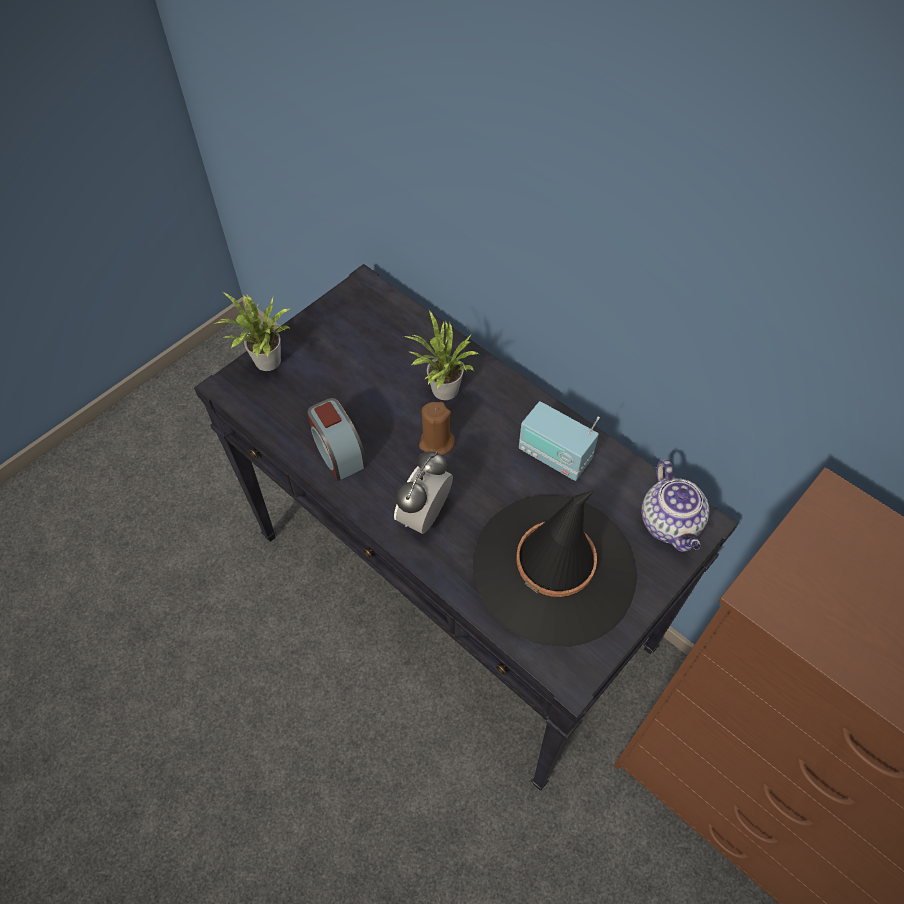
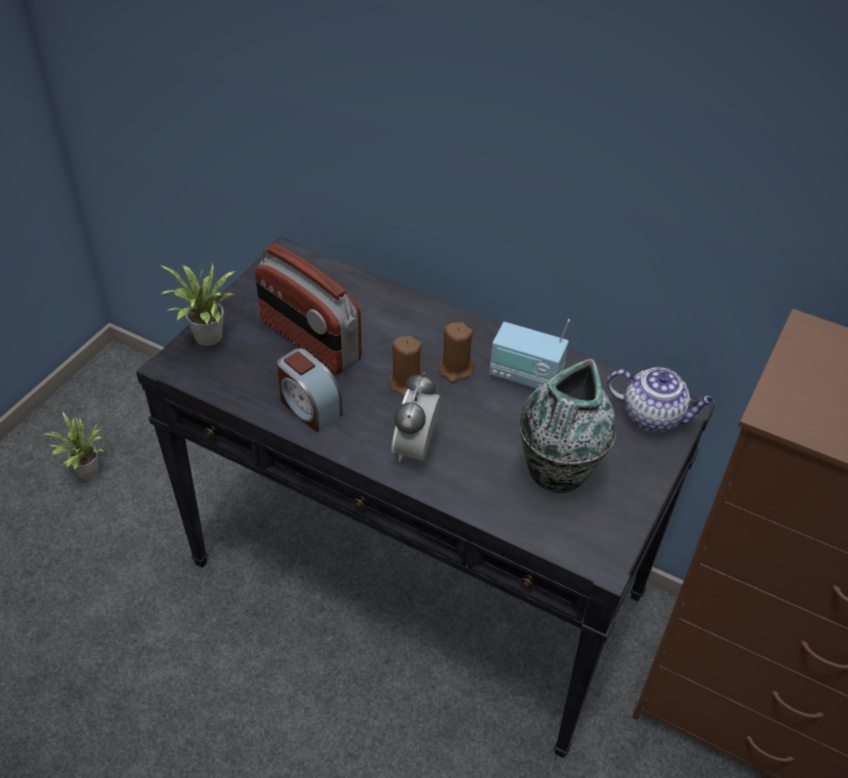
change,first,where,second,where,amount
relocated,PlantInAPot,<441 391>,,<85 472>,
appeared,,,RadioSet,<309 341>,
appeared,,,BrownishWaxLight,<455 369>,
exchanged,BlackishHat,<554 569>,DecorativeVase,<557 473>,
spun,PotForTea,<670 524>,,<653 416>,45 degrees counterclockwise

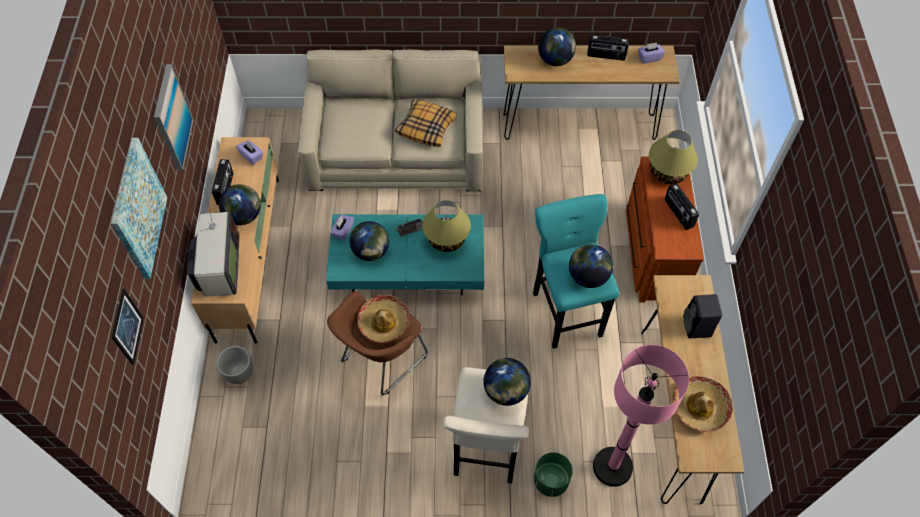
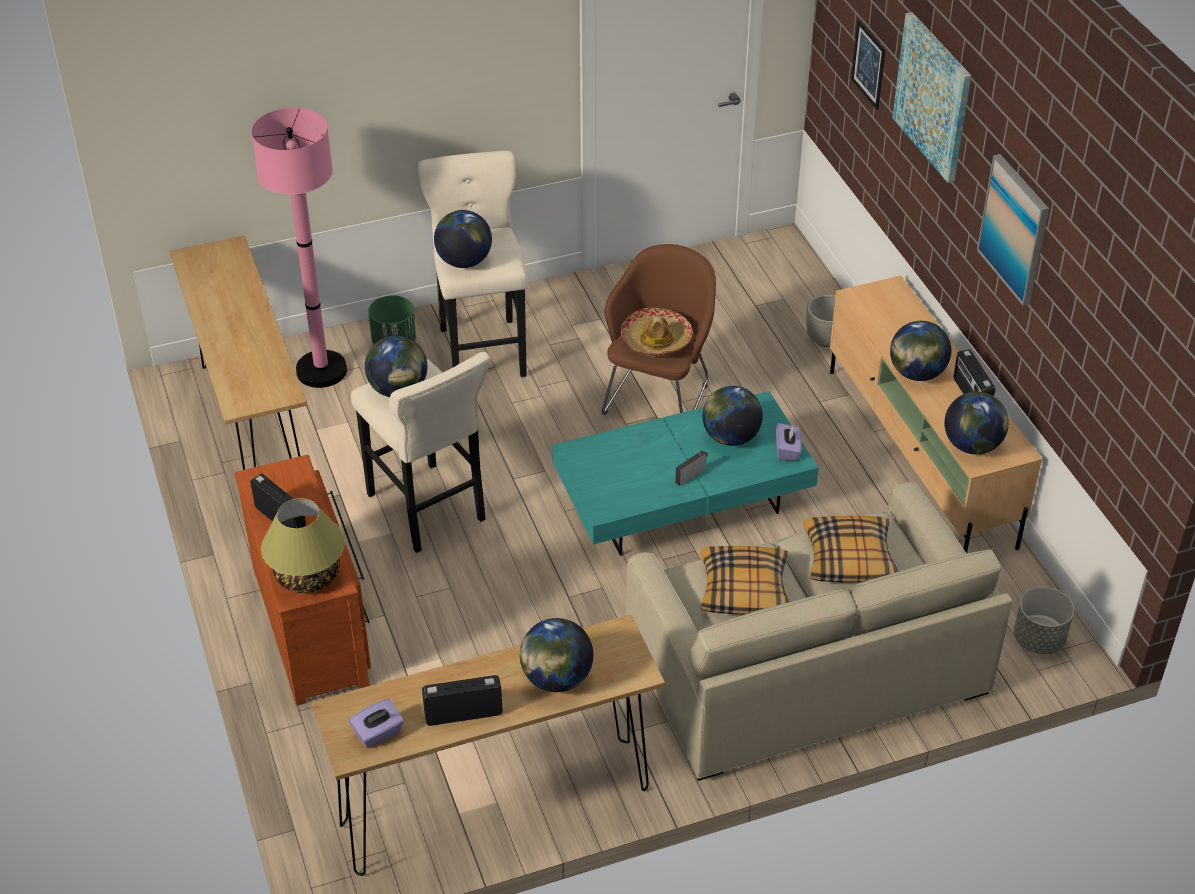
change,first,where,second,where,amount
colour,TurquoiseSittingStool,<566 310>,BeigeColouredSittingStool,<428 511>,
appeared,,,Pillow,<849 559>,
exchanged,PurpleBoxOfTissues,<251 156>,DeskGlobe,<972 445>,
appeared,,,GreyPlantPot,<1039 639>,
missing,Television,<219 269>,,,
missing,LampForATable,<446 239>,,,
missing,Hat,<700 407>,,,
missing,BlackishAudioSpeaker,<697 327>,,,

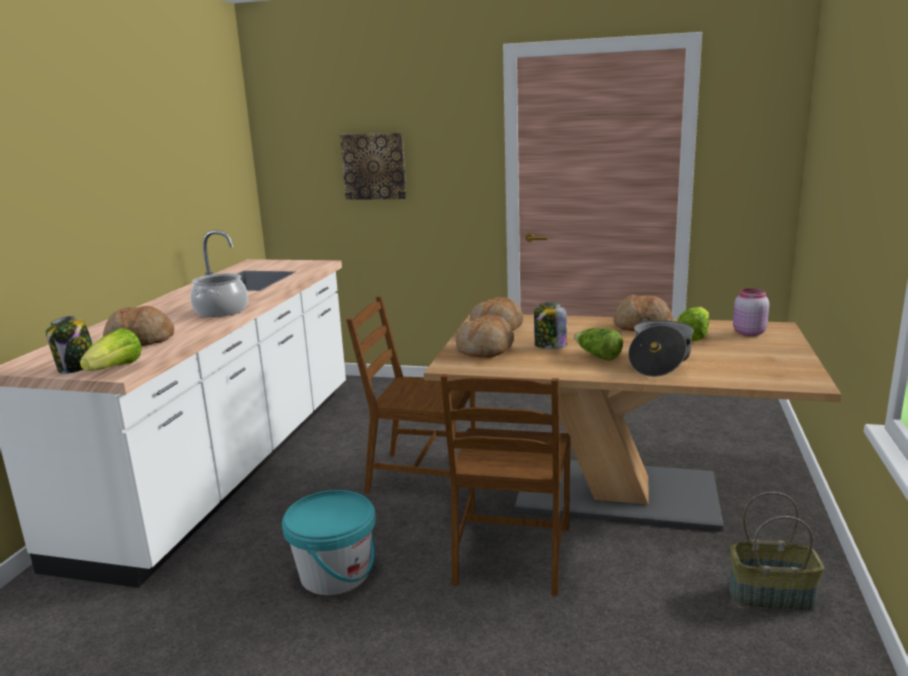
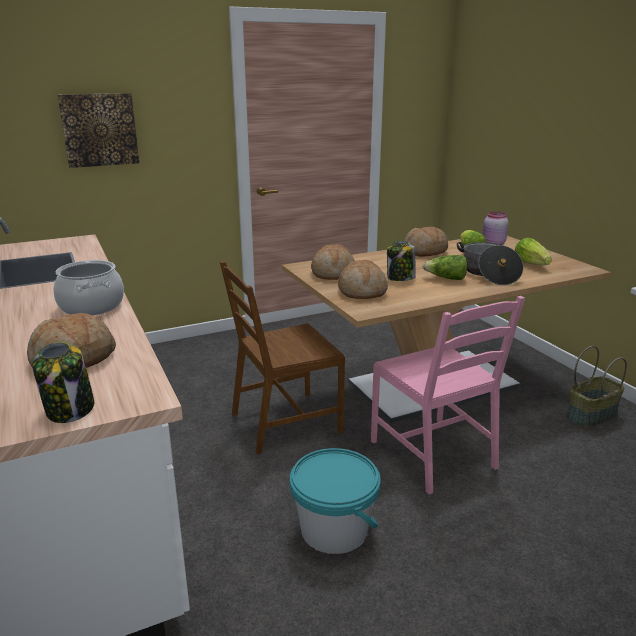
change,first,where,second,where,amount
colour,BrownishPlainChair,<512 555>,PinkPlainChair,<434 454>,
relocated,HeadOfLettuce,<116 368>,,<531 264>,

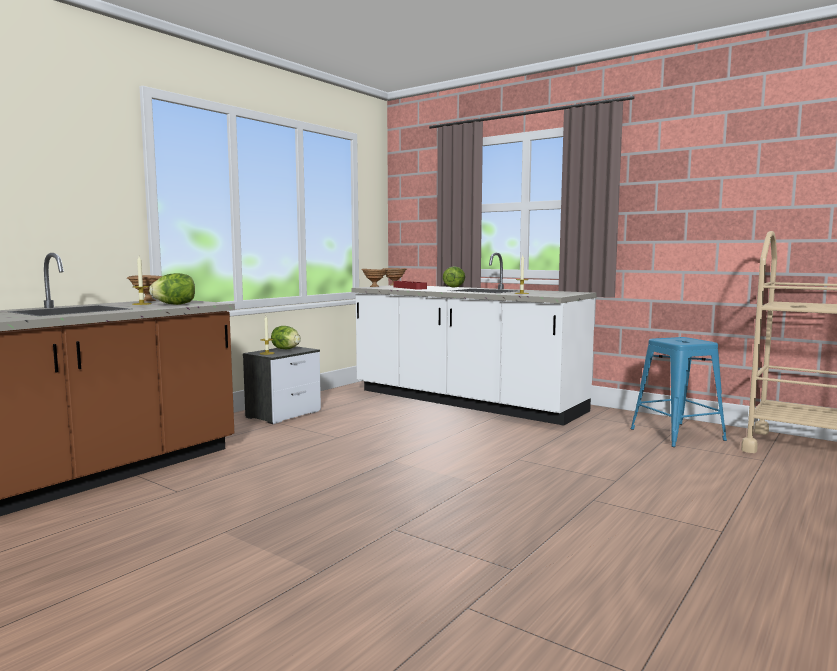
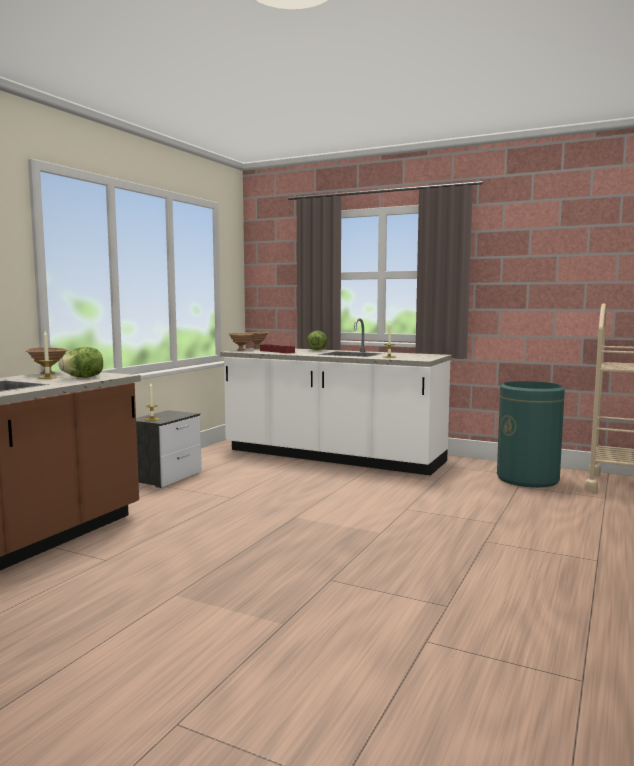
change,first,where,second,where,amount
exchanged,BlueColouredSittingStool,<676 434>,GreenColouredWasteBin,<528 479>,
missing,HeadOfLettuce,<286 349>,,,

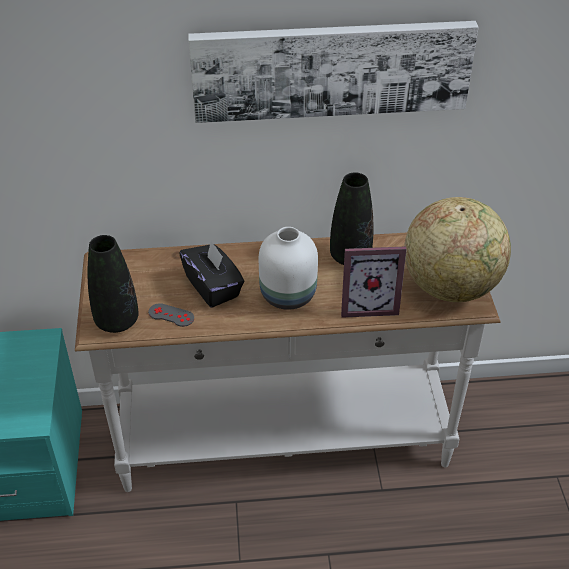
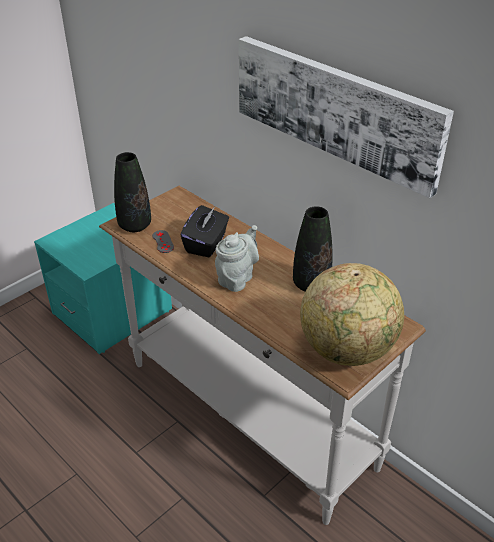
change,first,where,second,where,amount
exchanged,WhiteDecorativeVase,<288 296>,GreyPotForTea,<237 278>,
missing,PhotoFrame,<368 304>,,,

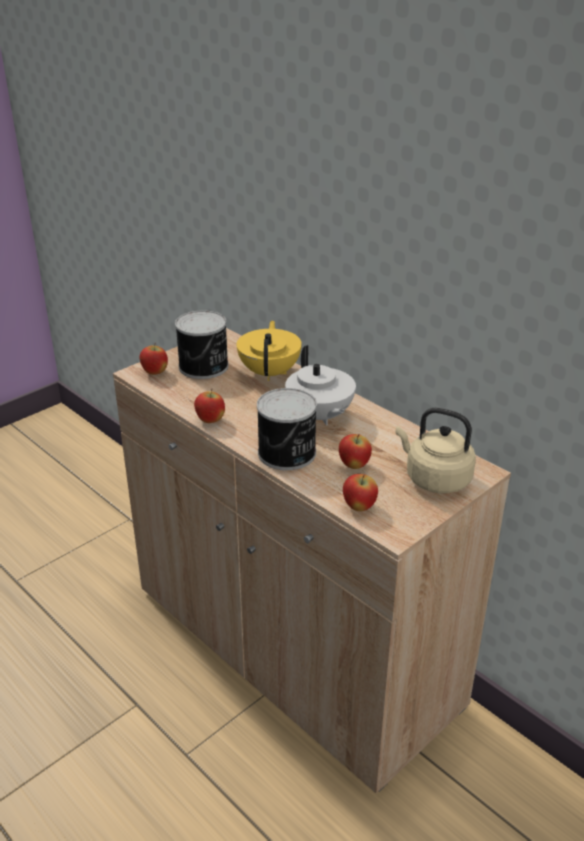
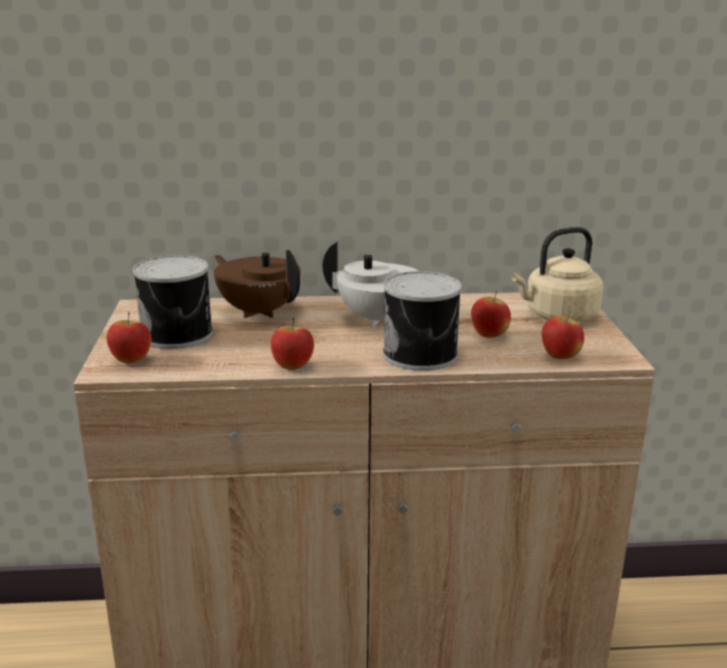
change,first,where,second,where,amount
colour,YellowColouredPotForTea,<270 372>,BrownishPotForTea,<259 311>,

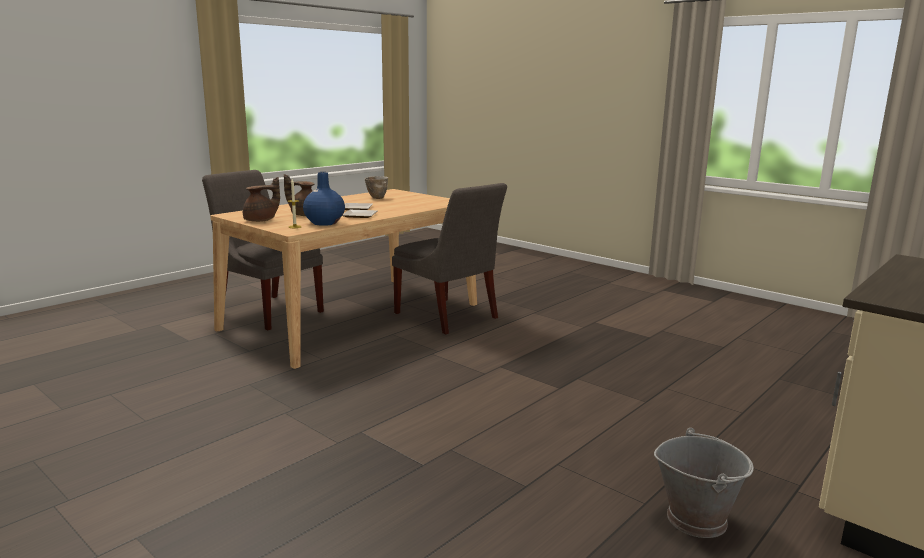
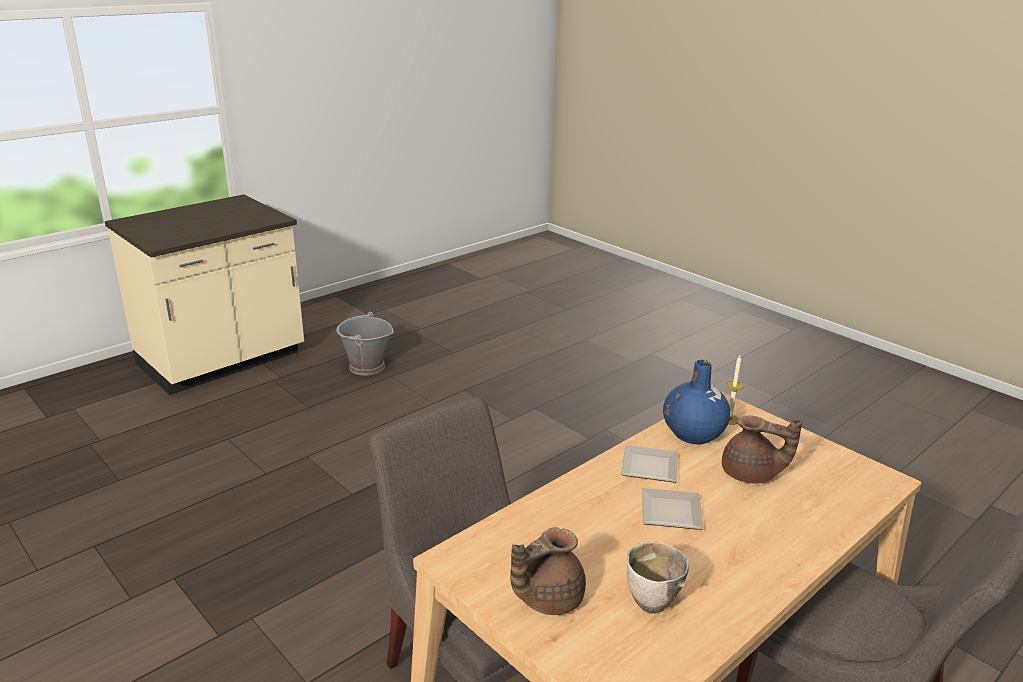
change,first,where,second,where,amount
relocated,BrownishPotForTea,<261 220>,,<547 598>,

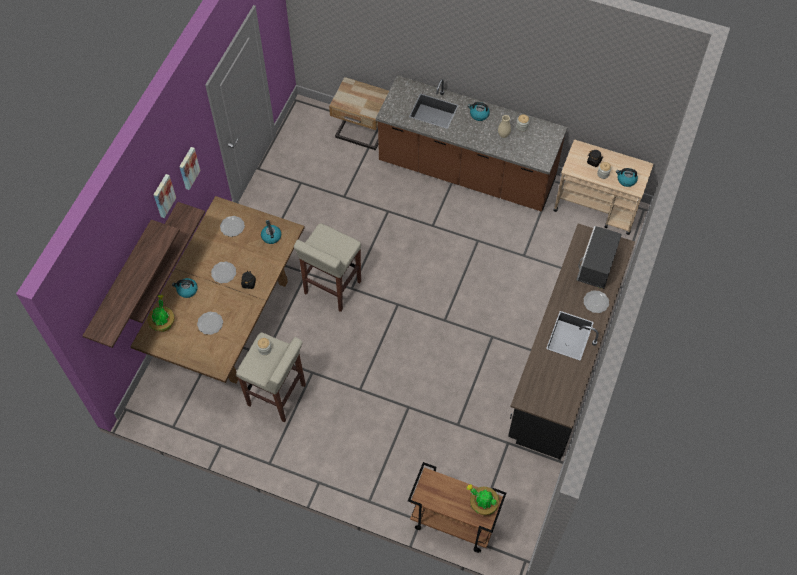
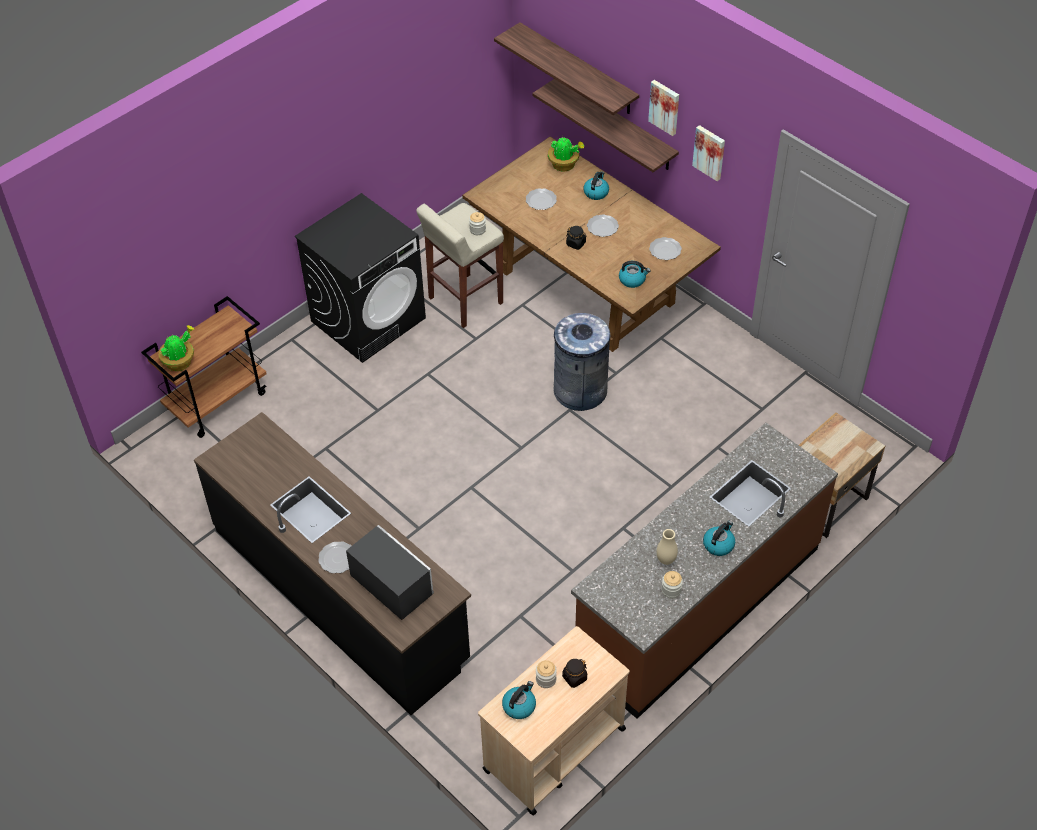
change,first,where,second,where,amount
appeared,,,BlackishLaundryMachine,<368 319>,
exchanged,BeigeColouredSittingStool,<332 288>,GreyWasteBin,<580 391>,

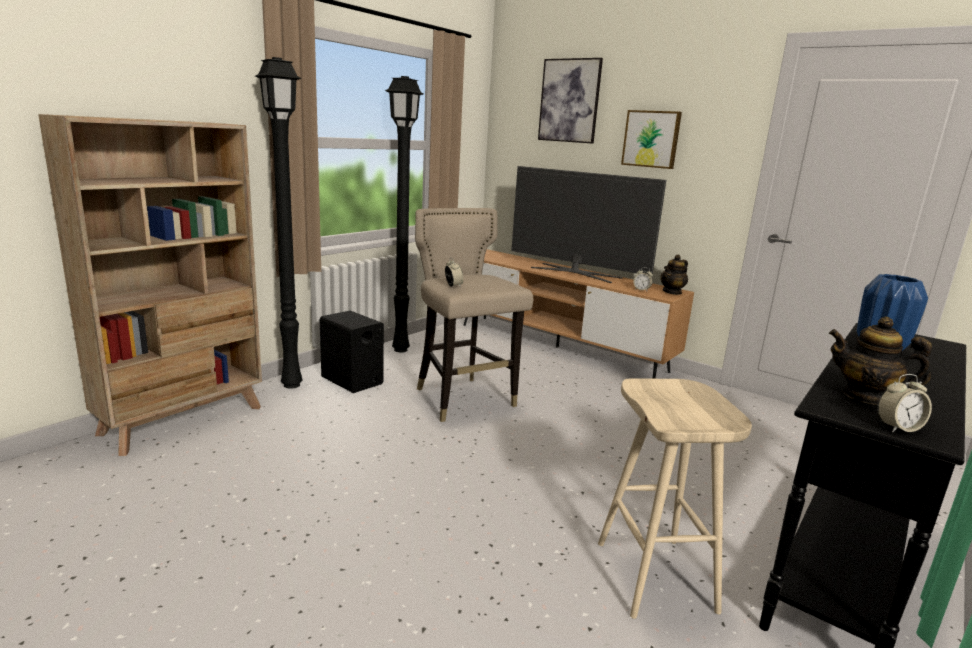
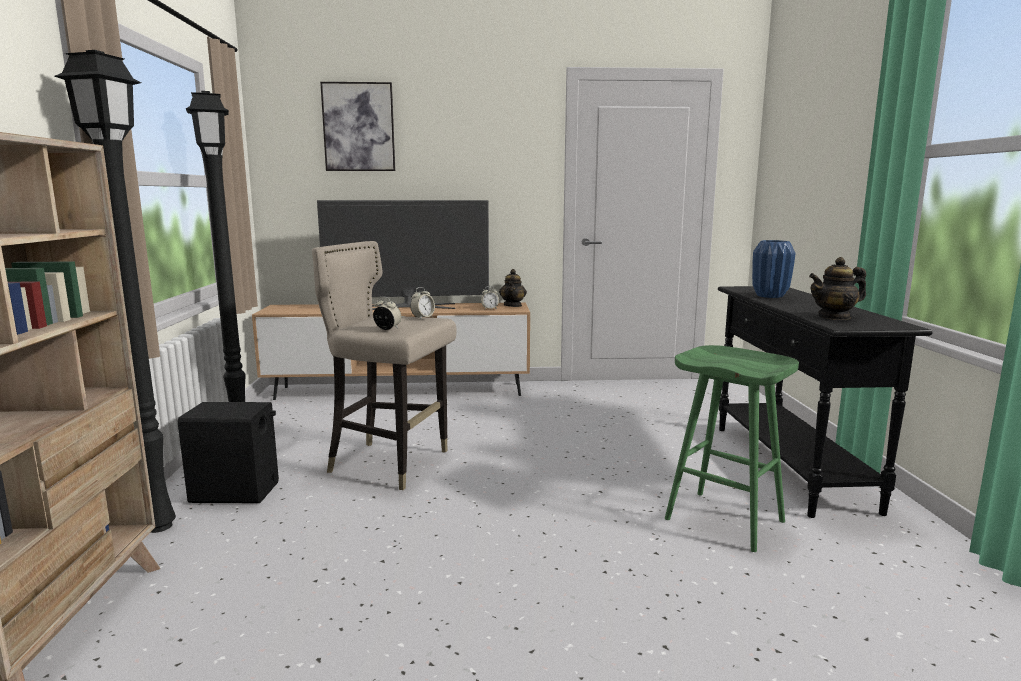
change,first,where,second,where,amount
relocated,TableClock,<898 428>,,<422 317>,
colour,BeigeColouredSittingStool,<657 577>,GreenColouredSittingStool,<726 520>,
missing,WallArt,<651 139>,,,

